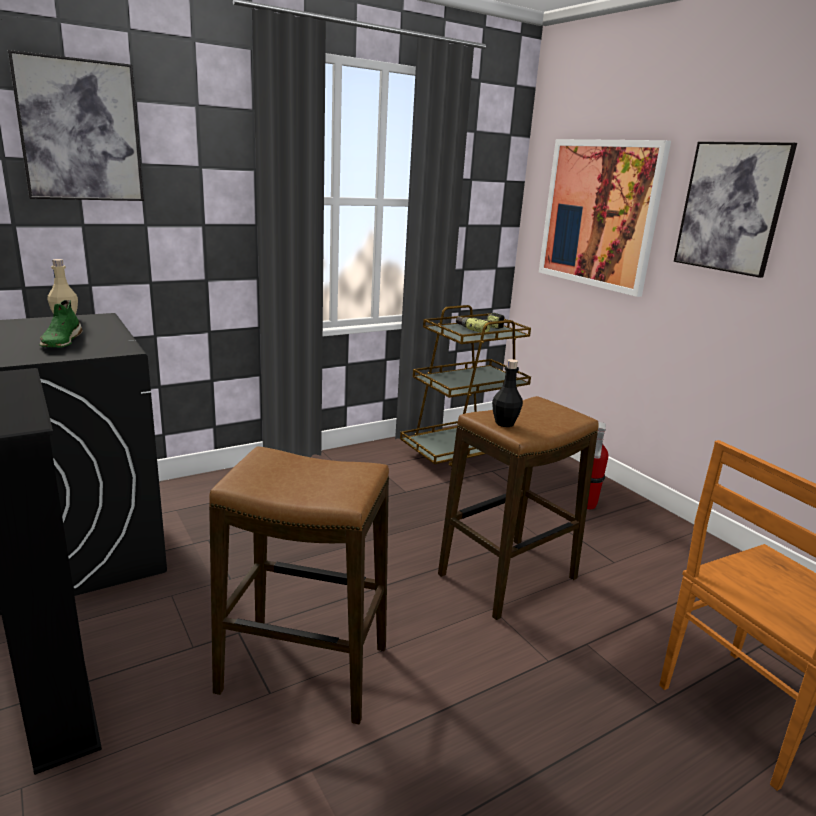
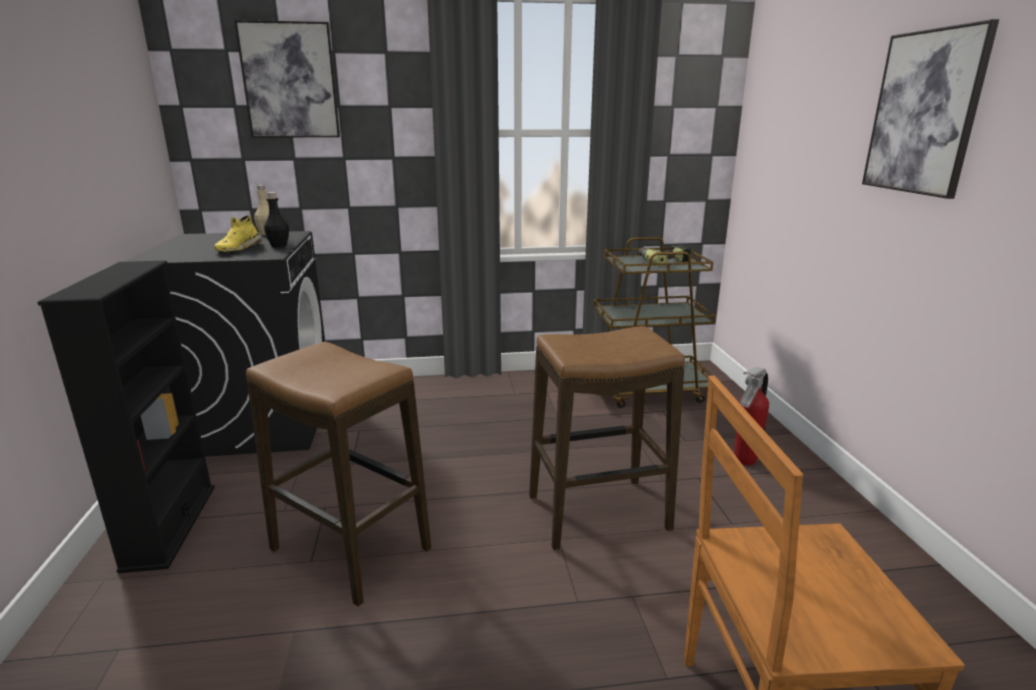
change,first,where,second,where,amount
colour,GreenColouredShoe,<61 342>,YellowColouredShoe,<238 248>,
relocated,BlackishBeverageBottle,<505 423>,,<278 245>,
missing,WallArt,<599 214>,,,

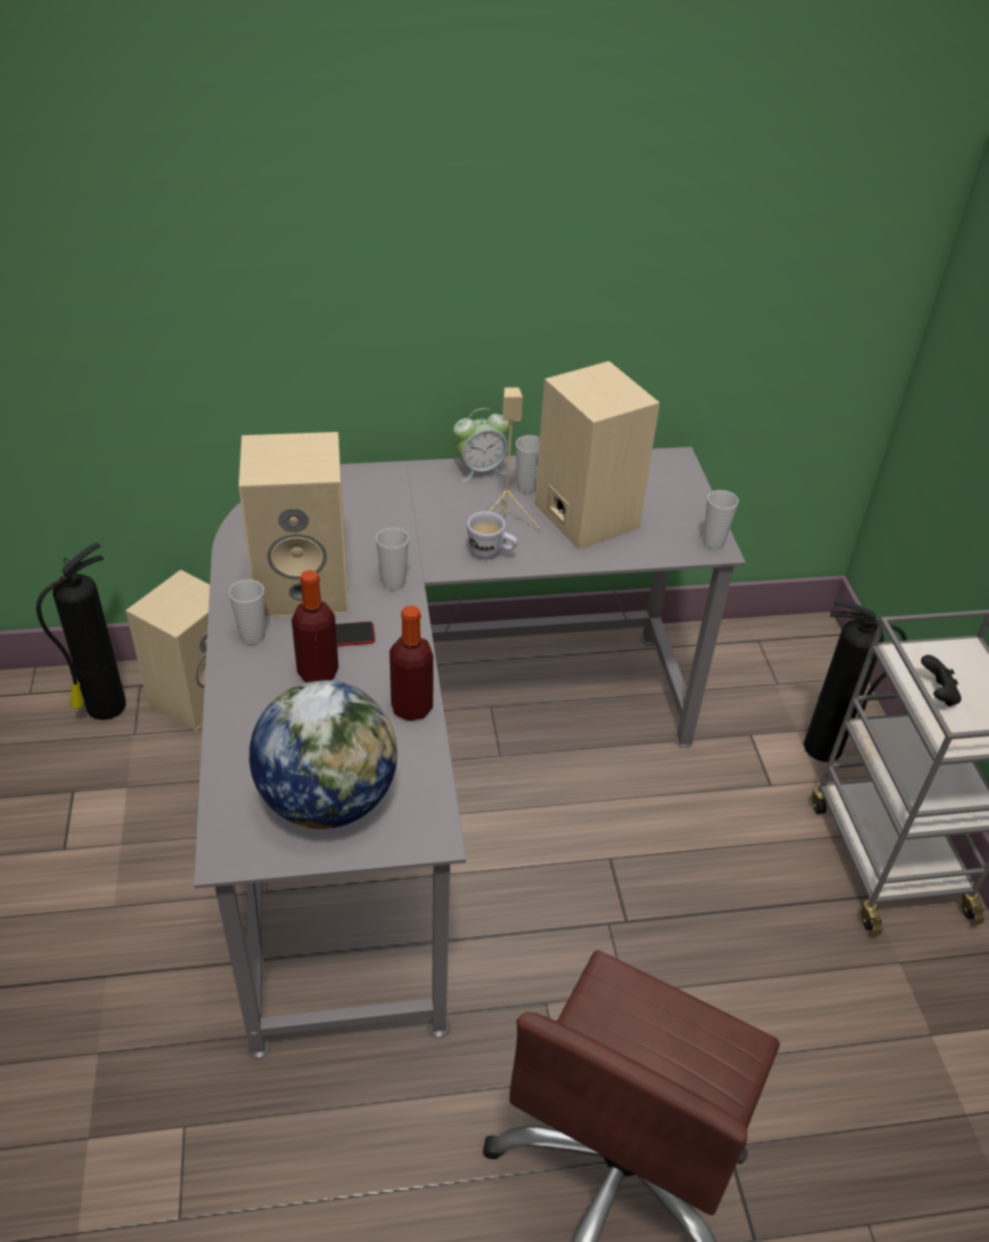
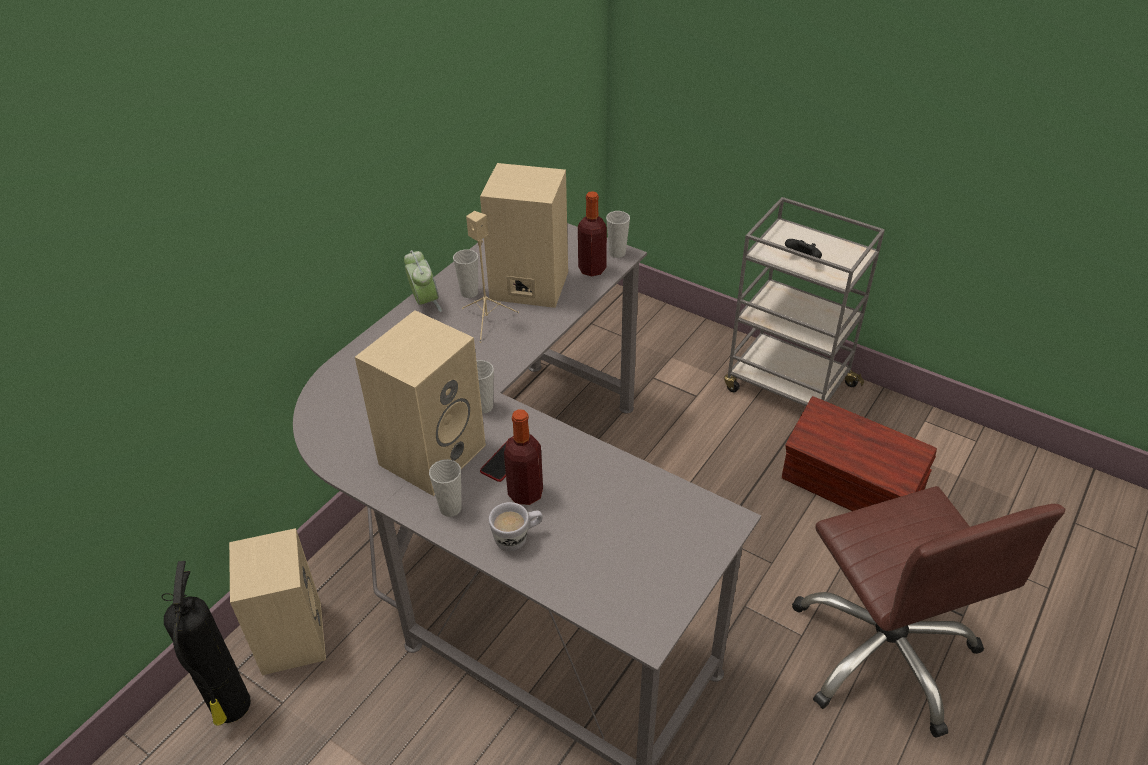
change,first,where,second,where,amount
spun,TableClock,<480 470>,,<425 302>,45 degrees counterclockwise
relocated,WhiteMug,<491 554>,,<518 538>,
relocated,BeverageBottle,<412 707>,,<592 269>,
appeared,,,BrownishStorageBin,<851 488>,
missing,DeskGlobe,<328 799>,,,
missing,FireExtinguisher,<825 748>,,,

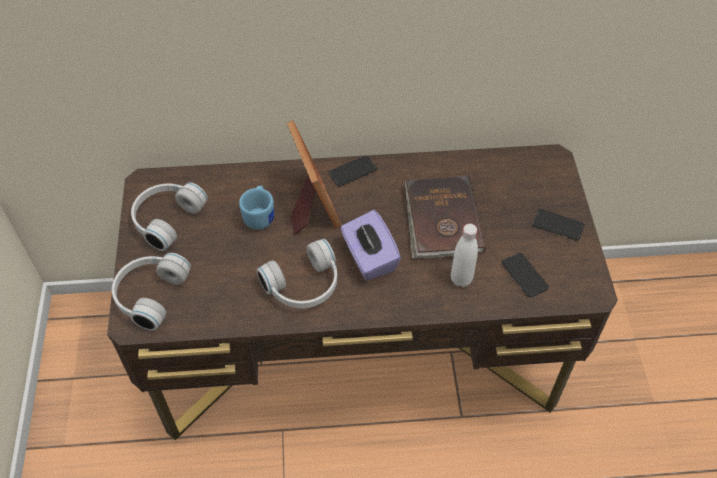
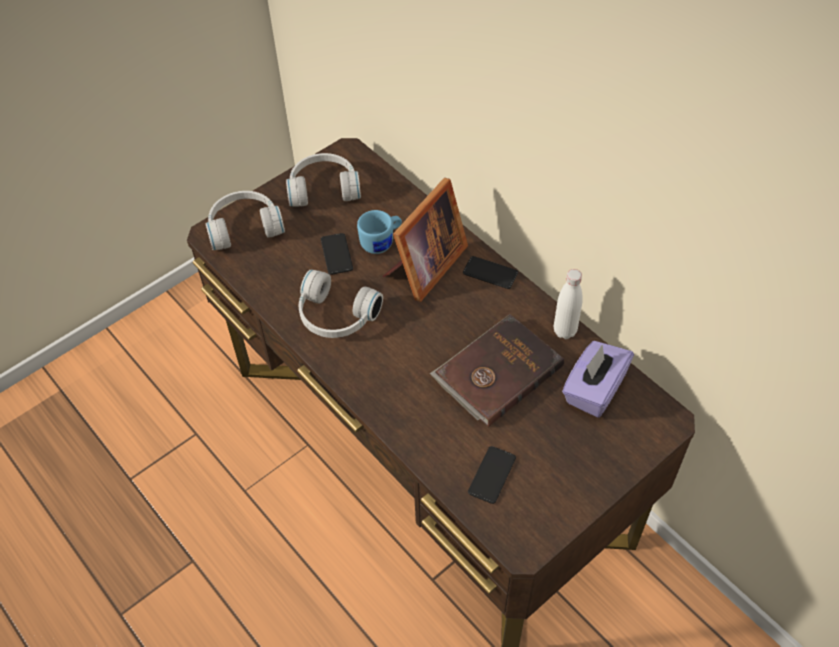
change,first,where,second,where,amount
relocated,Phone,<558 225>,,<336 254>,
relocated,WhiteBeverageBottle,<461 279>,,<564 331>,
relocated,PurpleBoxOfTissues,<369 258>,,<593 390>,

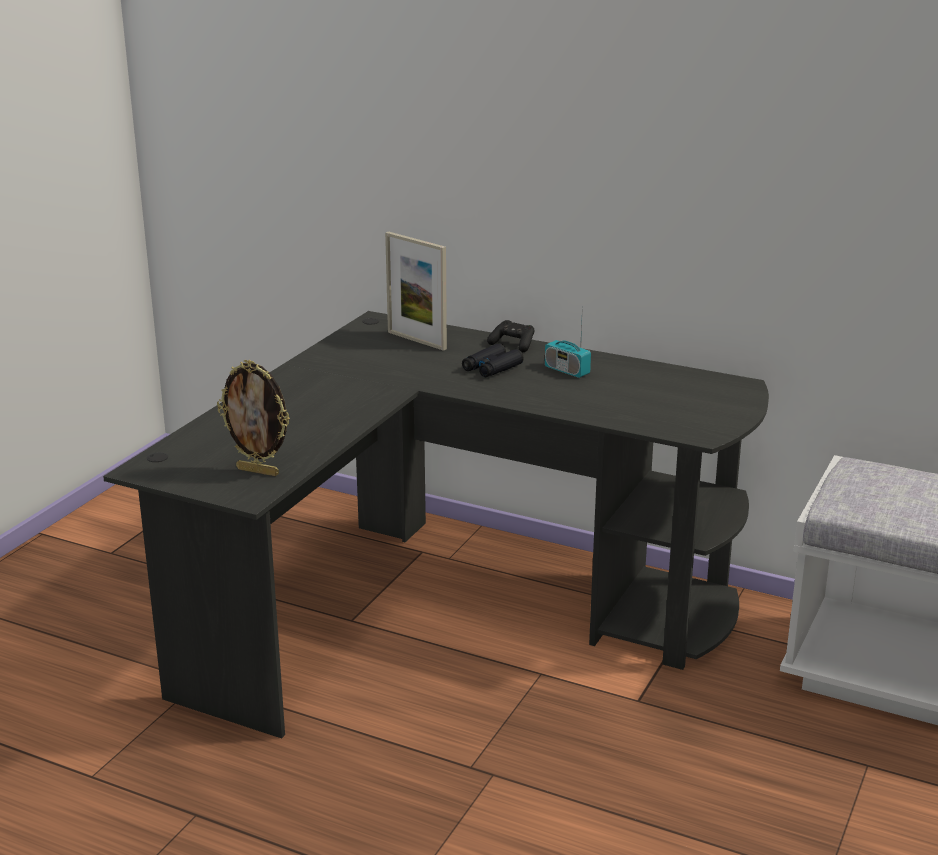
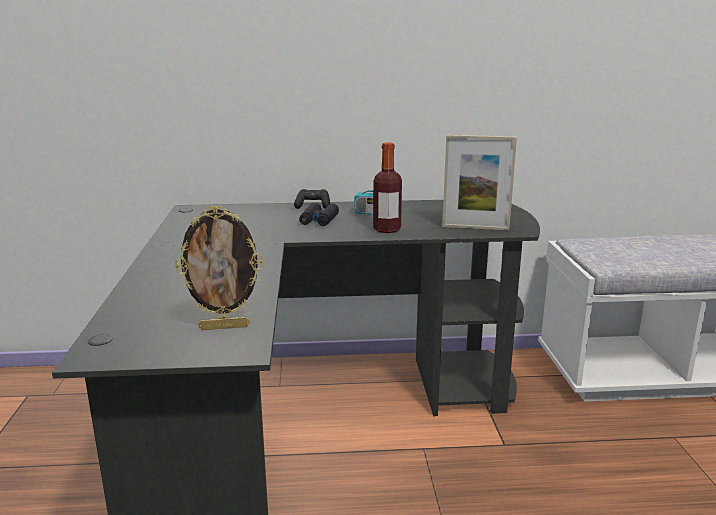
change,first,where,second,where,amount
appeared,,,BeverageBottle,<387 229>,
relocated,PhotoFrame,<416 340>,,<475 228>,

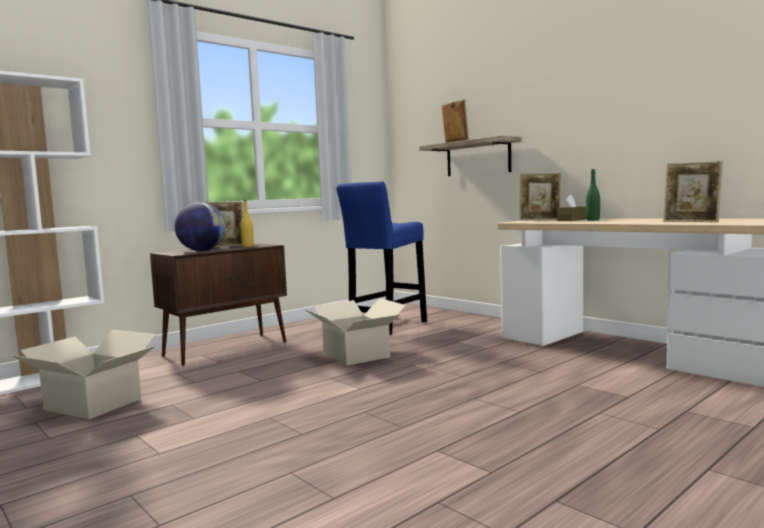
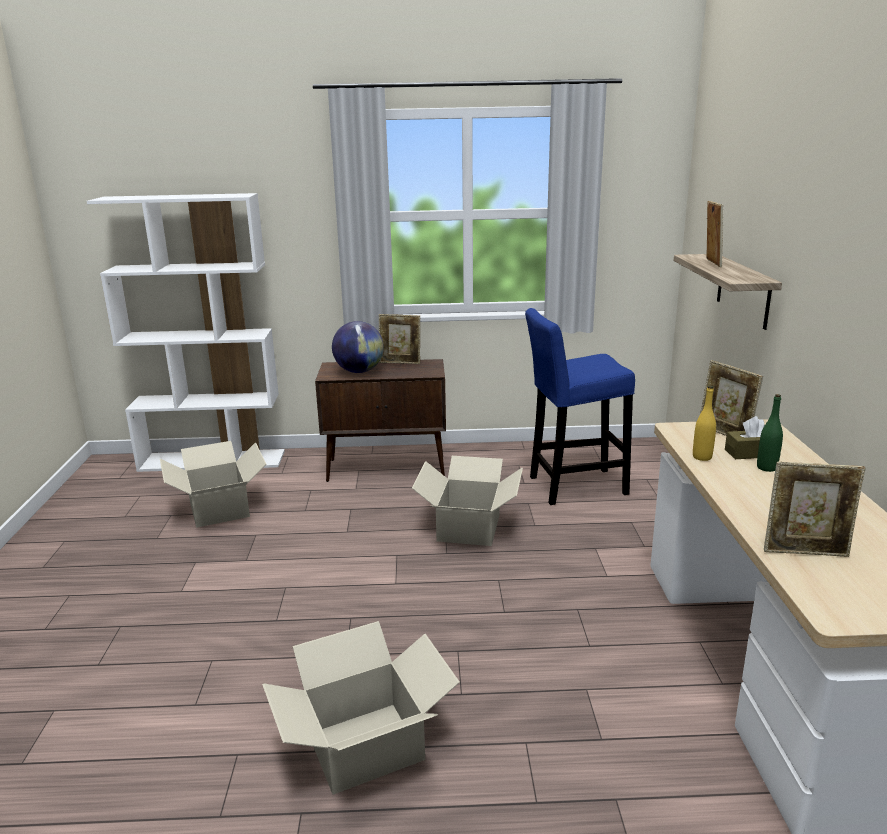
change,first,where,second,where,amount
appeared,,,CardboardBox,<364 746>,
relocated,YellowColouredBeverageBottle,<248 246>,,<702 457>,
spun,PhotoFrame,<691 222>,,<805 552>,75 degrees counterclockwise

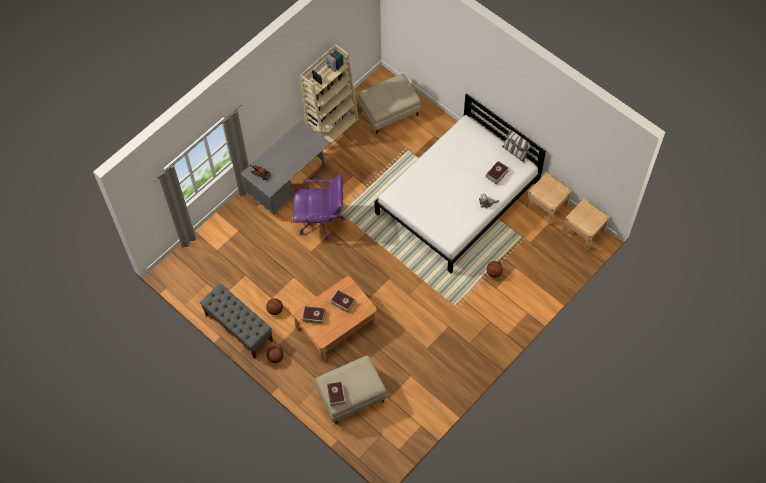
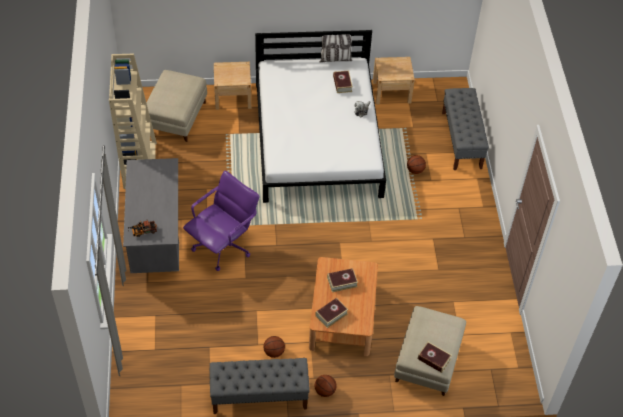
change,first,where,second,where,amount
relocated,BeigeColouredNightTable,<583 232>,,<233 97>,
appeared,,,GreyBench,<461 140>,

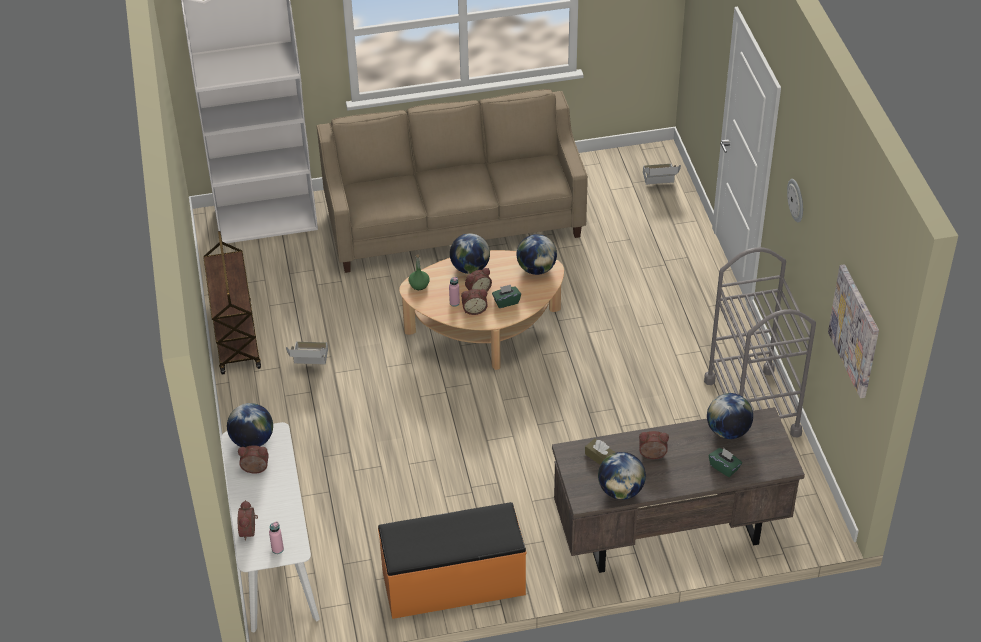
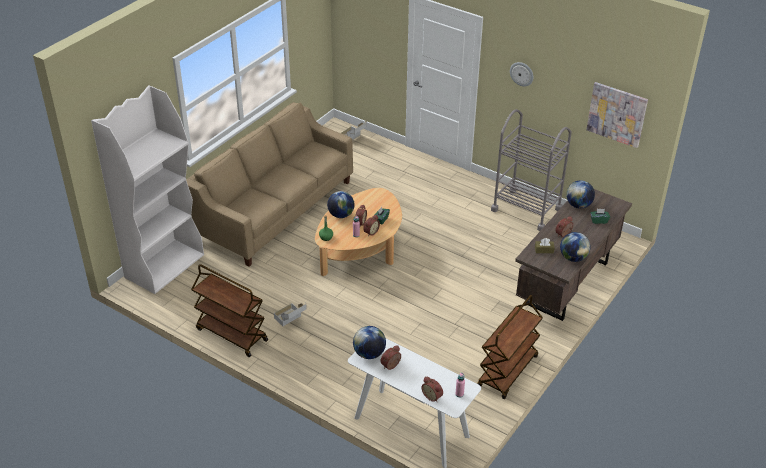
change,first,where,second,where,amount
exchanged,OrangeColouredBench,<453 584>,BrownishTrolley,<508 372>,
missing,DeskGlobe,<536 269>,,,

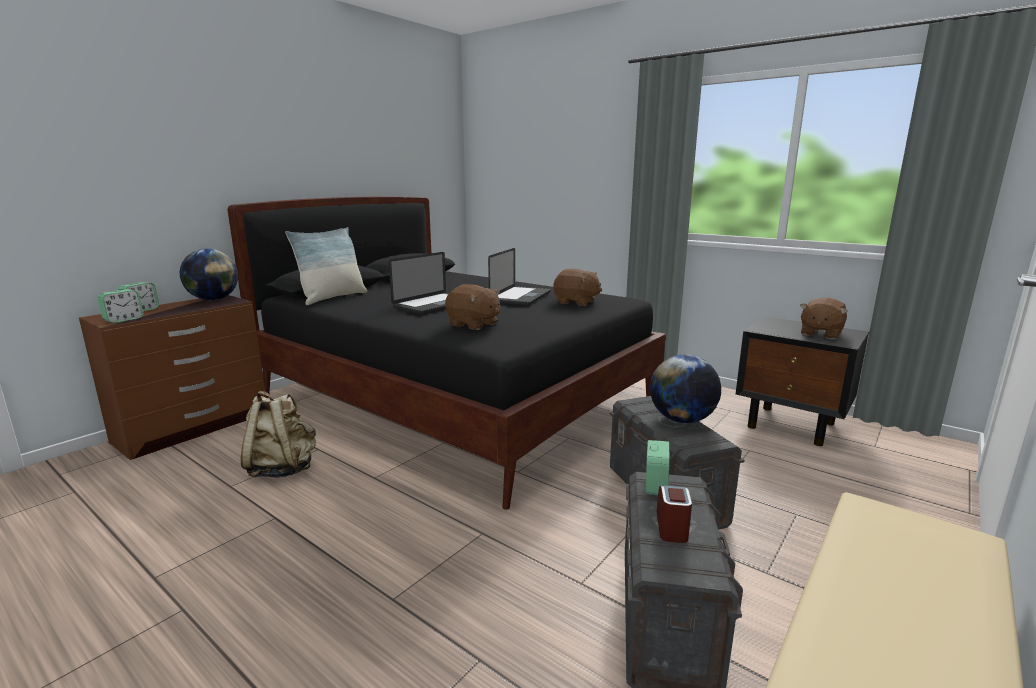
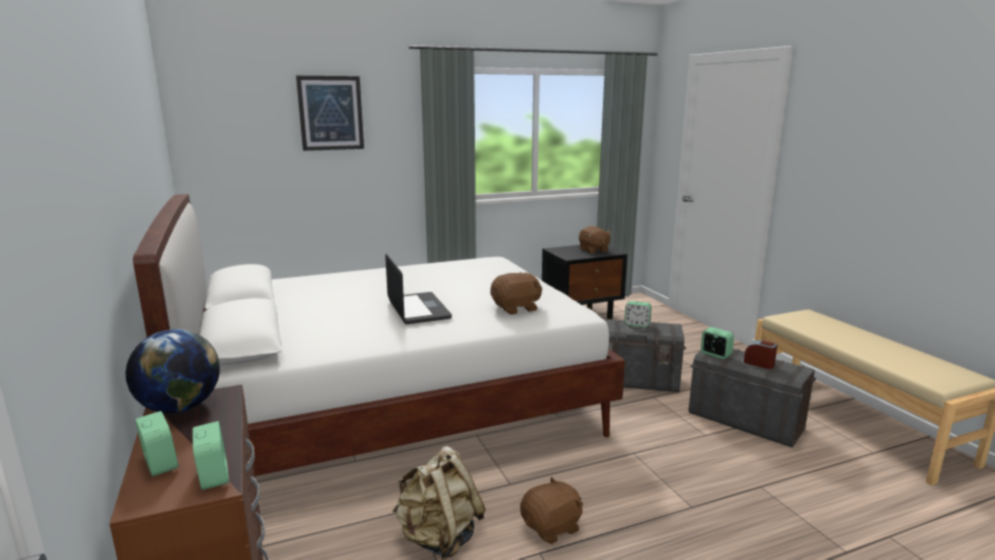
change,first,where,second,where,amount
colour,BlackishBedroomBed,<455 400>,WhiteBedroomBed,<393 408>,
appeared,,,WallArt,<330 113>,
relocated,BrownishPlushToy,<576 302>,,<552 527>,
exchanged,DeskGlobe,<682 420>,TableClock,<637 324>,
missing,Pillow,<332 298>,,,
missing,PortableComputer,<521 297>,,,

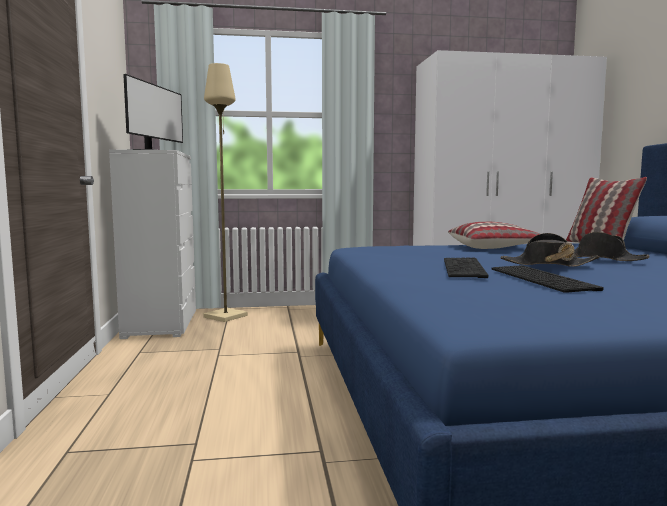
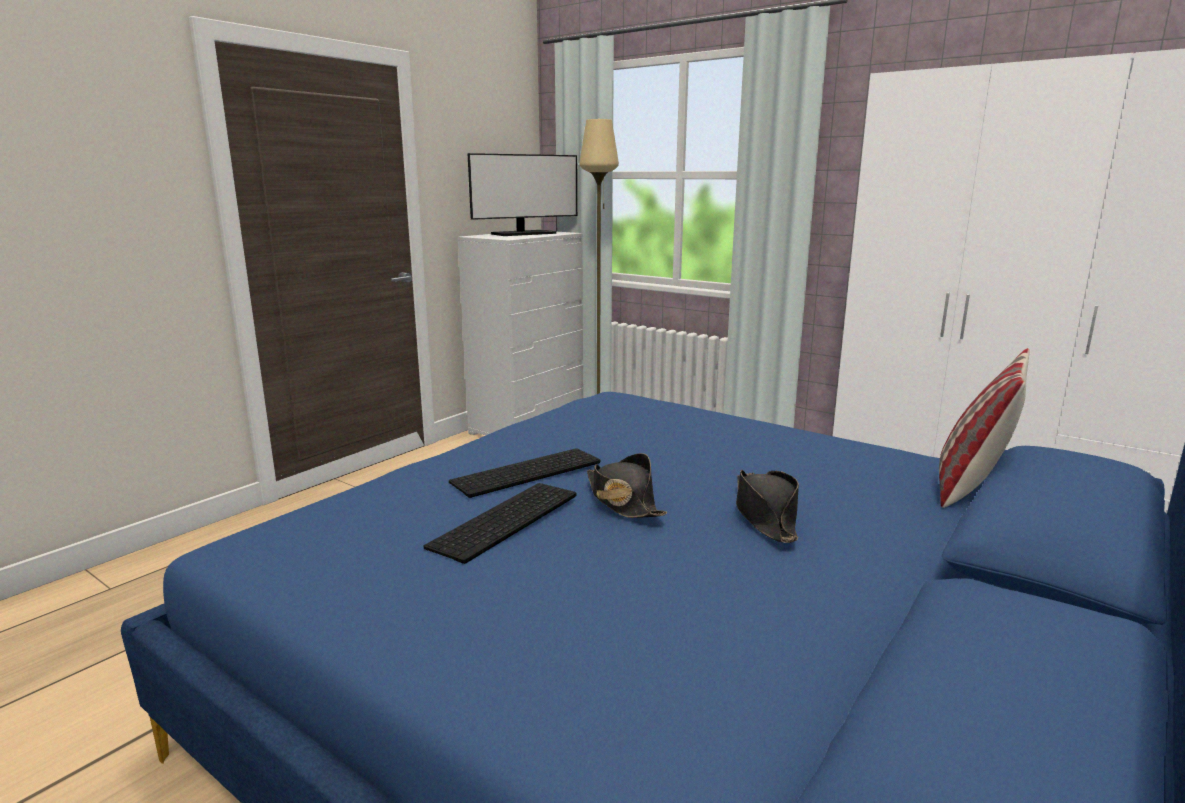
change,first,where,second,where,amount
missing,Pillow,<495 247>,,,

